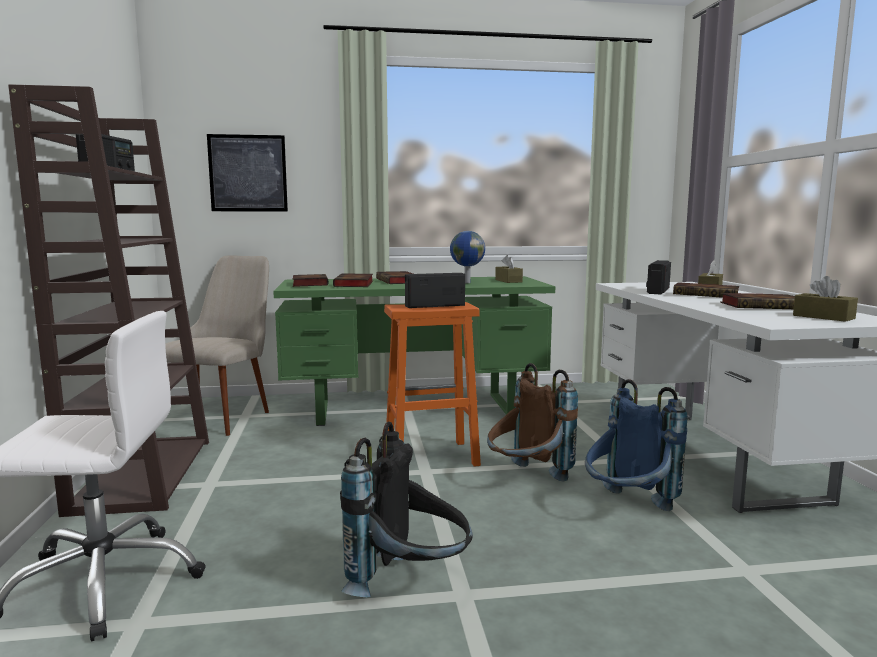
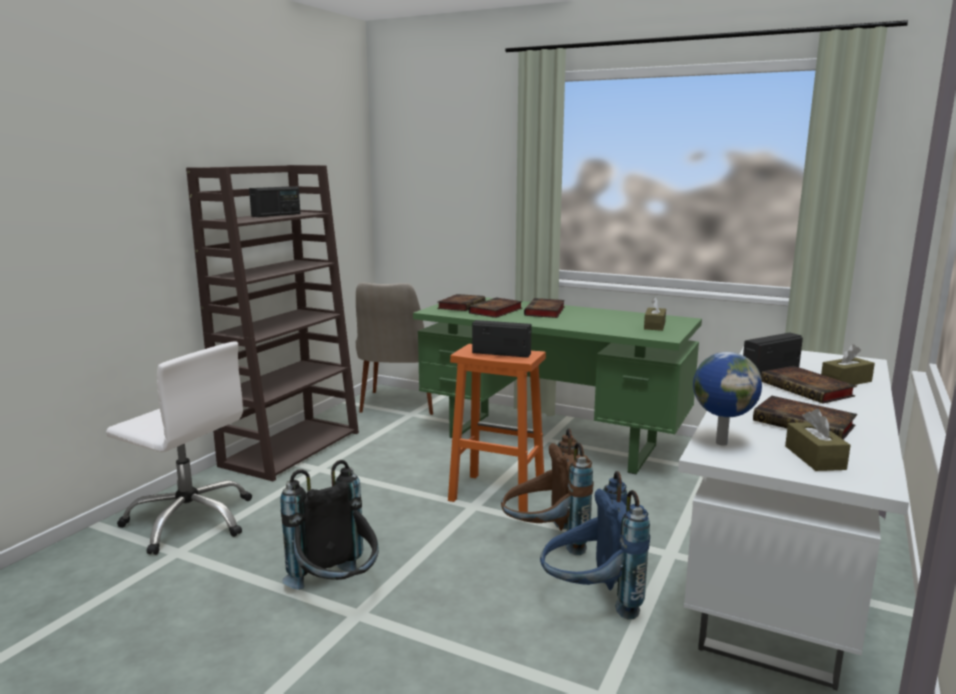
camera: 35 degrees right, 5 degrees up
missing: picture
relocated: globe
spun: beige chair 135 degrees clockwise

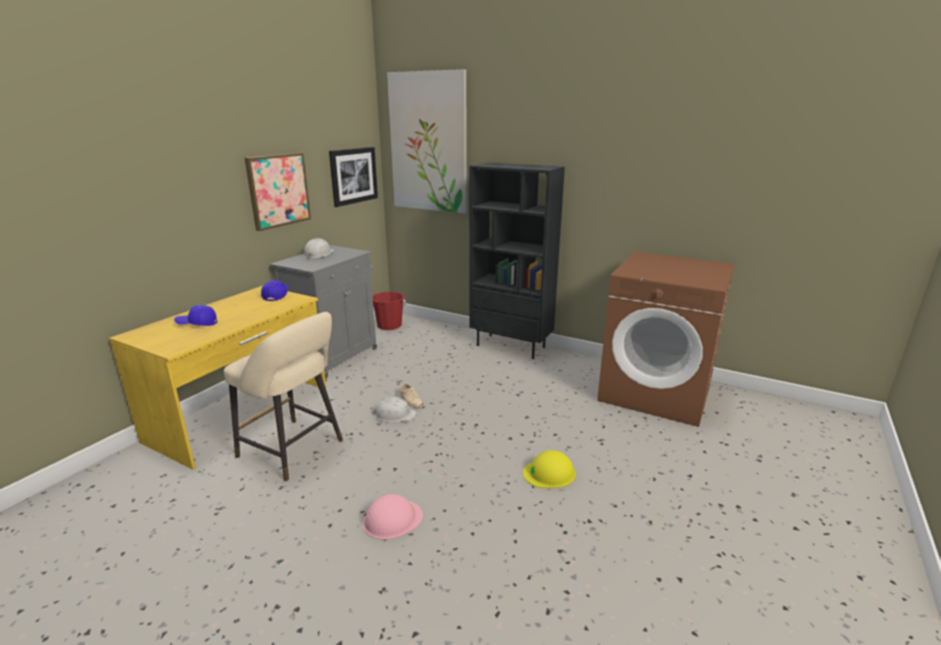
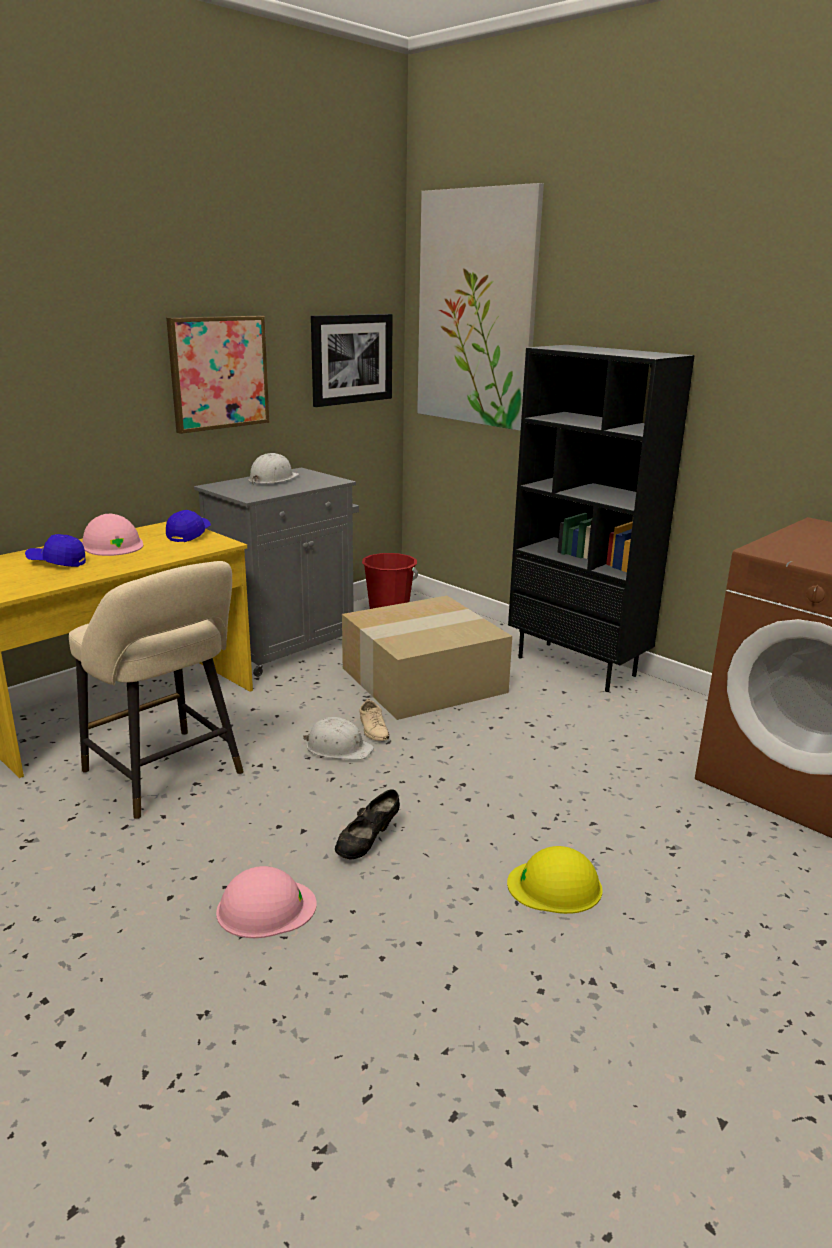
camera: 15 degrees right, 0 degrees up
appeared: pink hard hat (no. 1 from left); black shoe; cardboard box

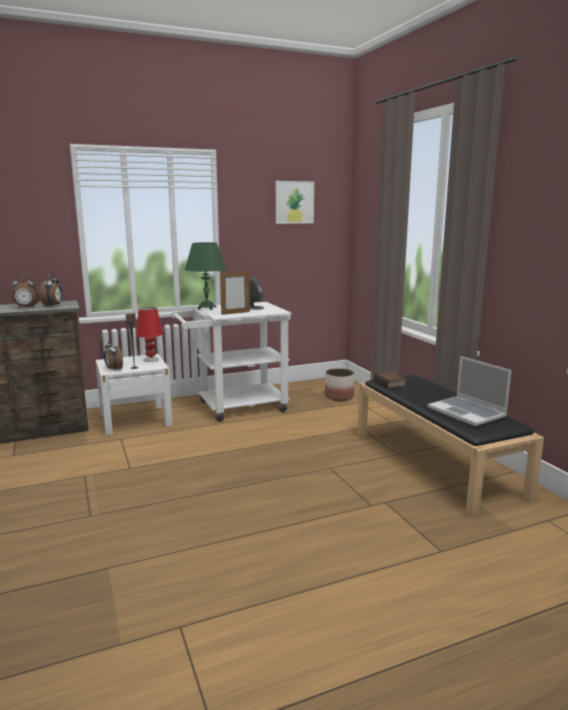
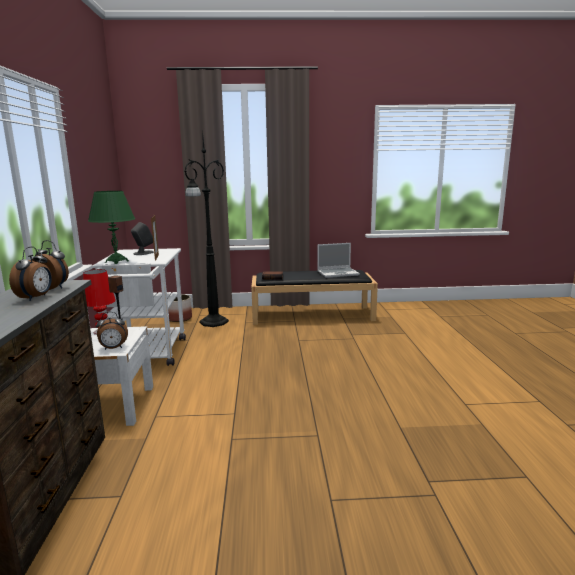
camera: 70 degrees left, 0 degrees up
missing: picture
appeared: black floor lamp

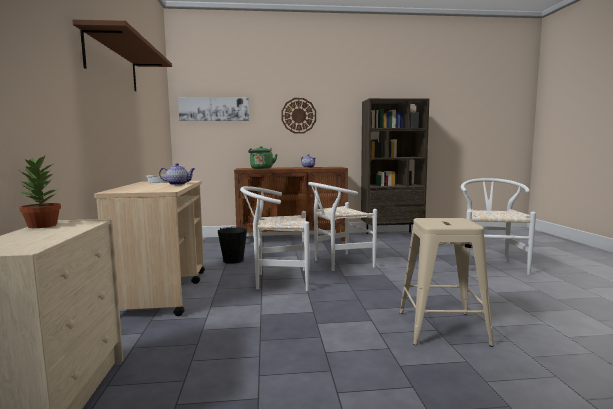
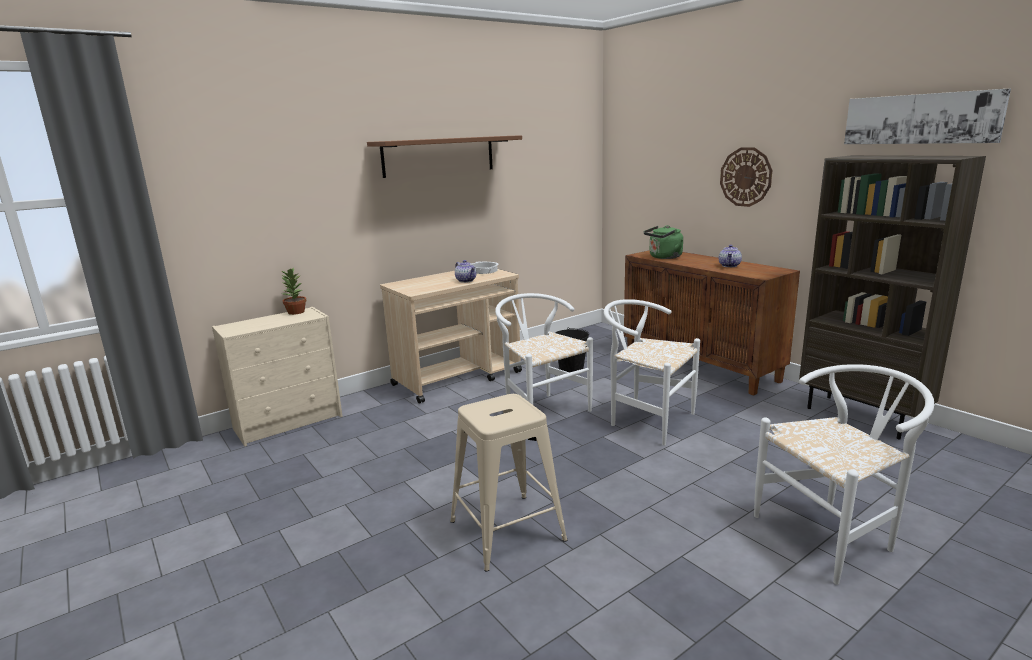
camera: 60 degrees right, 10 degrees up
relocated: picture

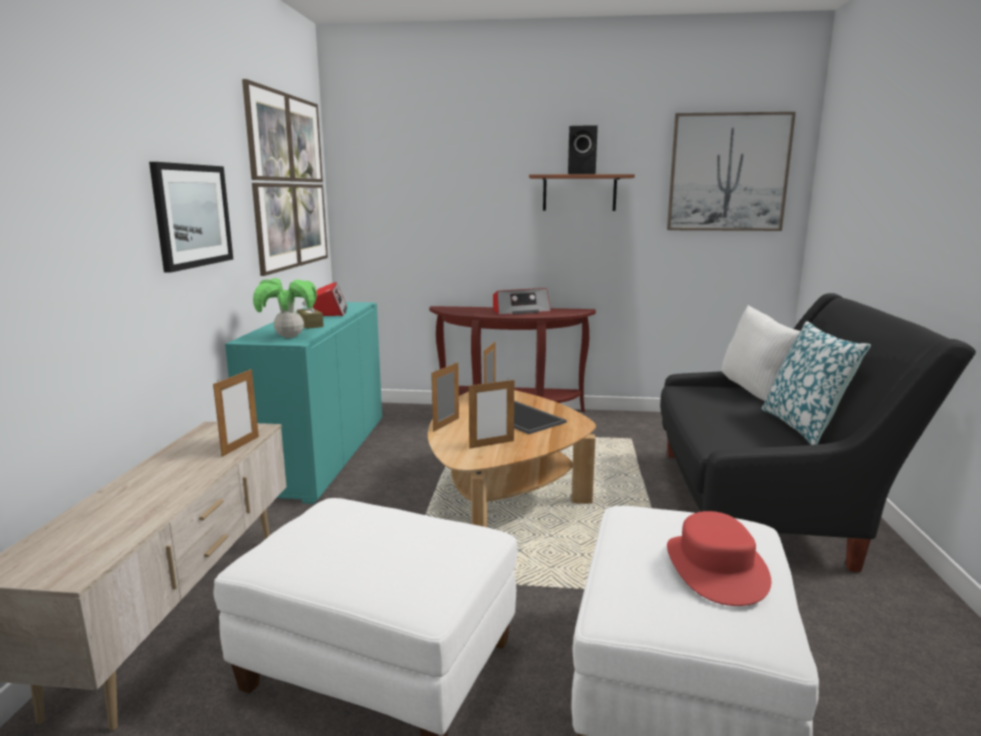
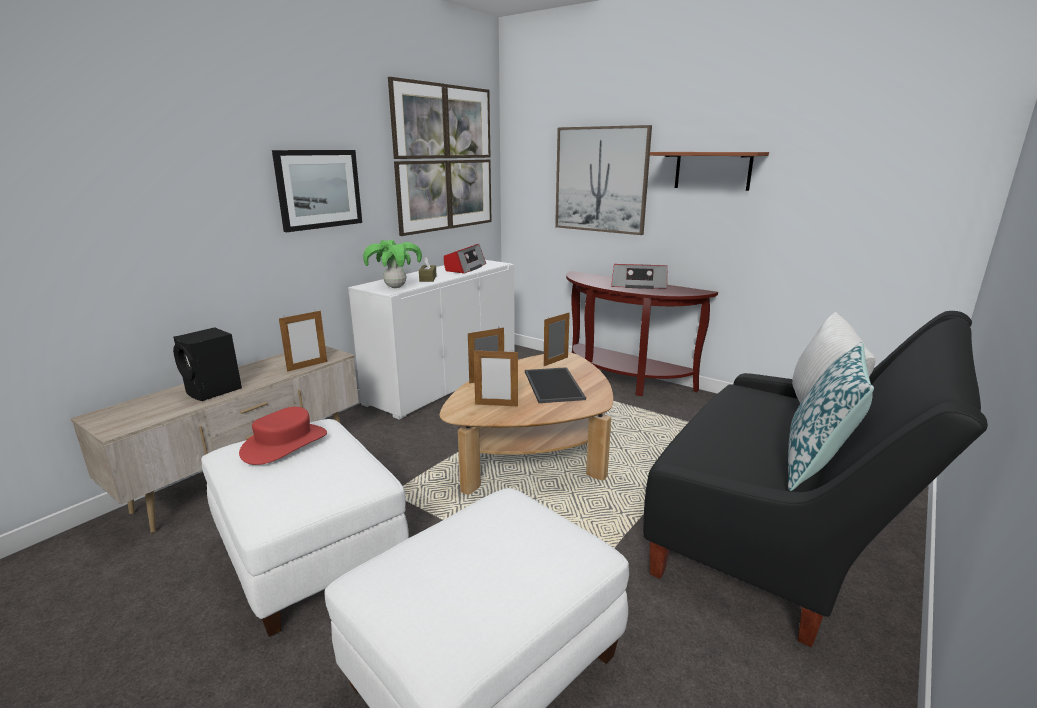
camera: 30 degrees right, 5 degrees up
relocated: black speaker; picture (no. 3 from left); red hat
colour: turquoise cabinet to white cabinet

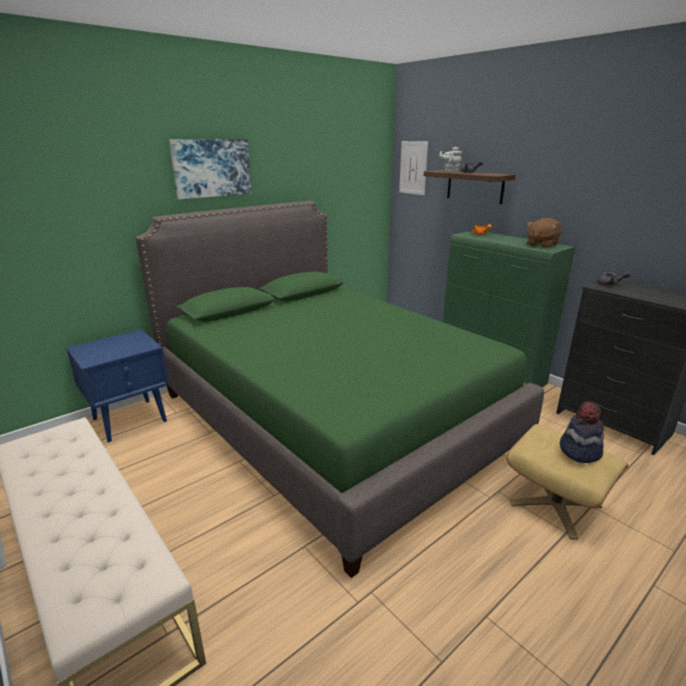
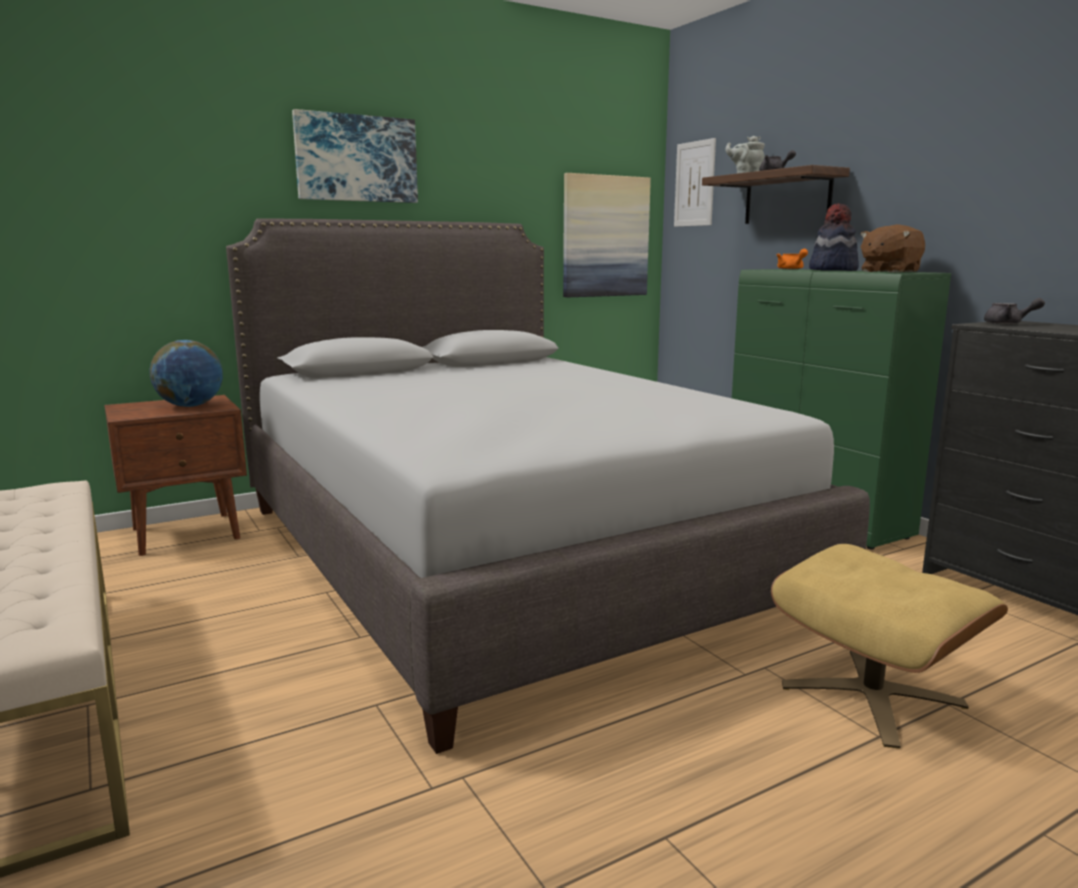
camera: 10 degrees right, 10 degrees down
appeared: globe; picture (no. 2 from left)
relocated: hat
colour: blue nightstand to brown nightstand; green bed to grey bed

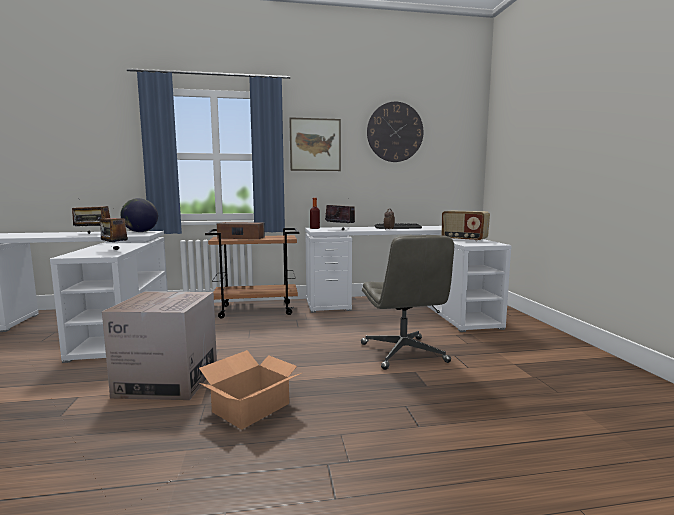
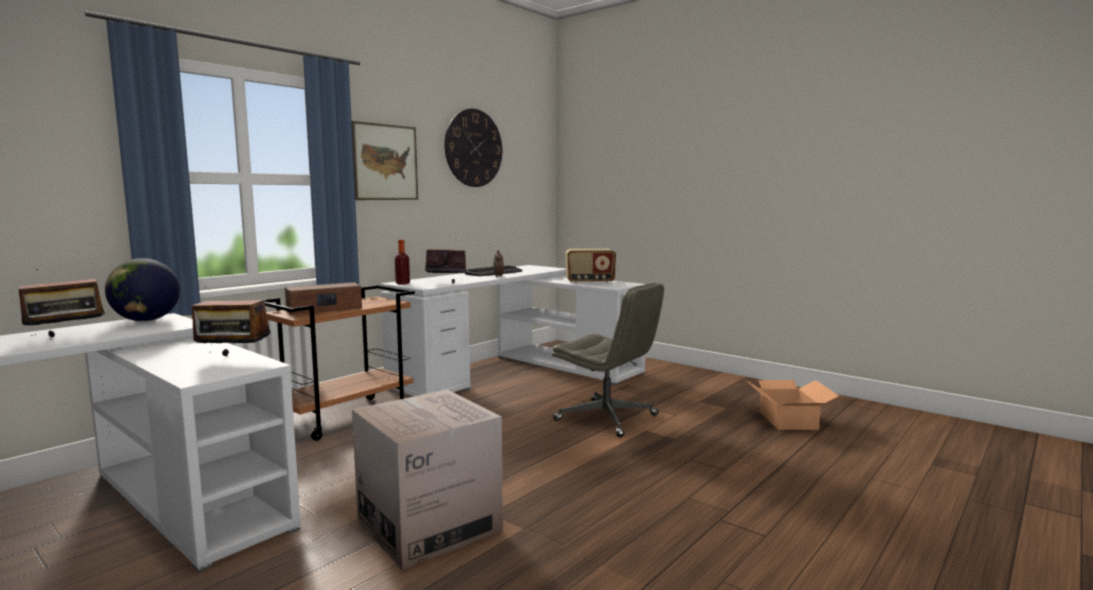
camera: 40 degrees left, 0 degrees up
relocated: cardboard box (no. 2 from left)

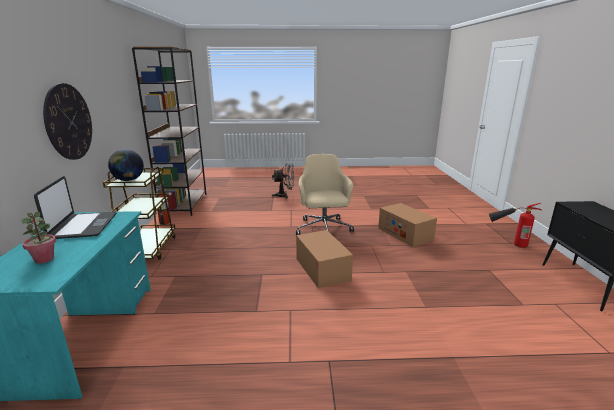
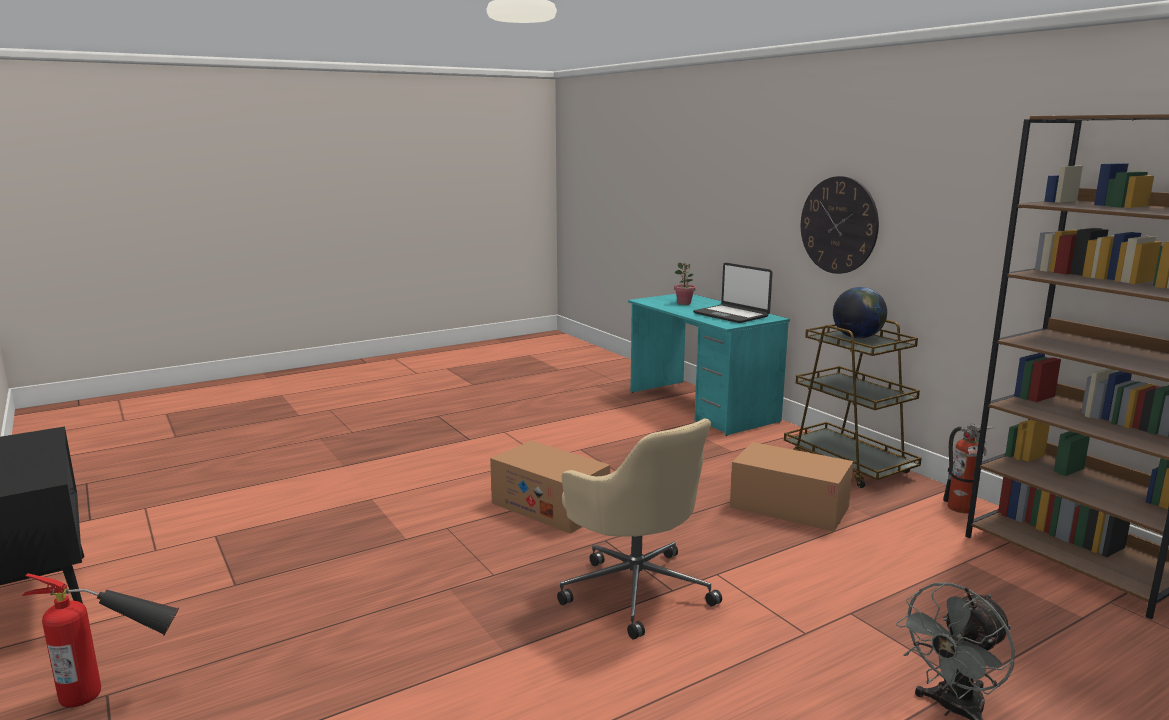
camera: 150 degrees right, 5 degrees down
relocated: cardboard box (no. 2 from left)

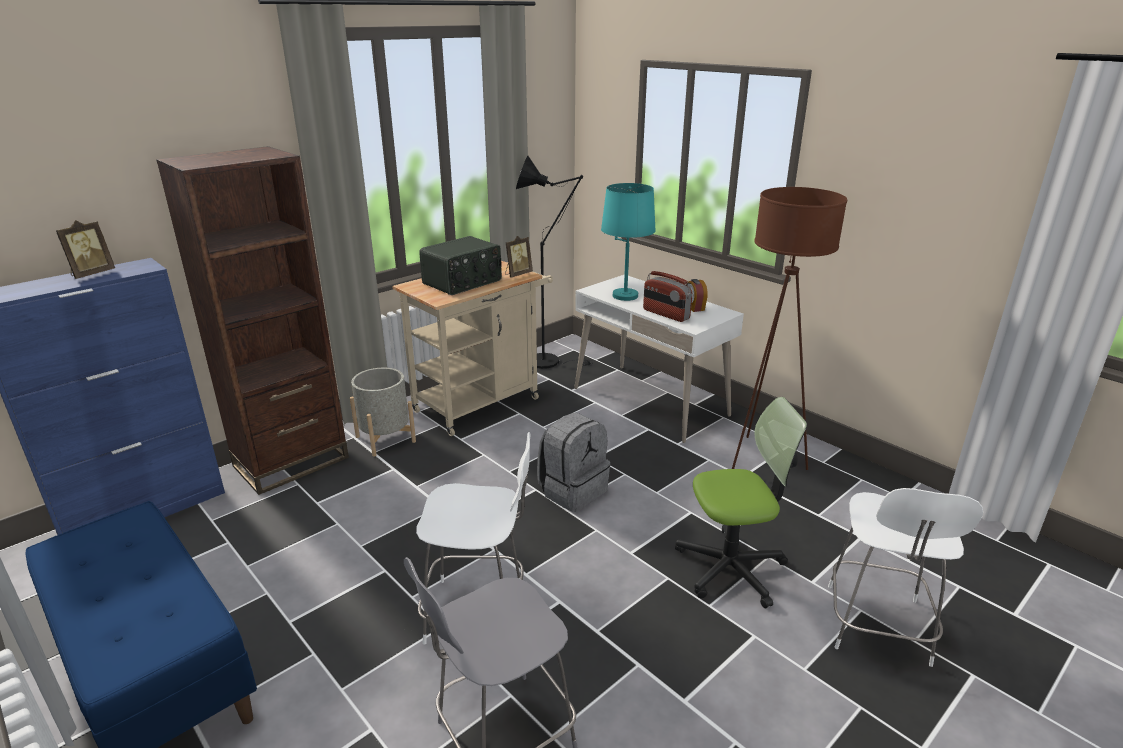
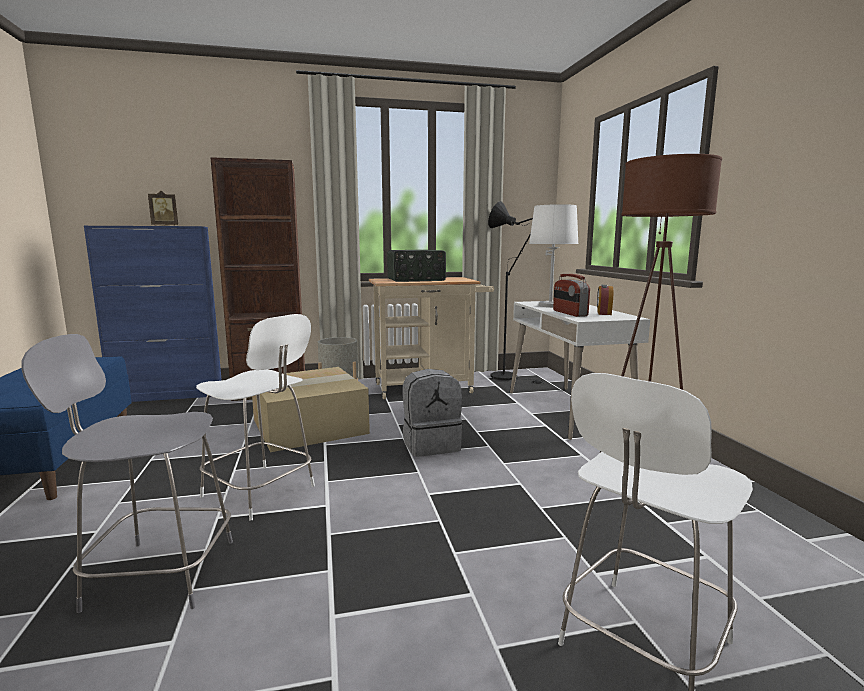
camera: 30 degrees right, 15 degrees down
missing: picture frame (no. 2 from left); office chair
appeared: cardboard box
colour: turquoise table lamp to white table lamp

